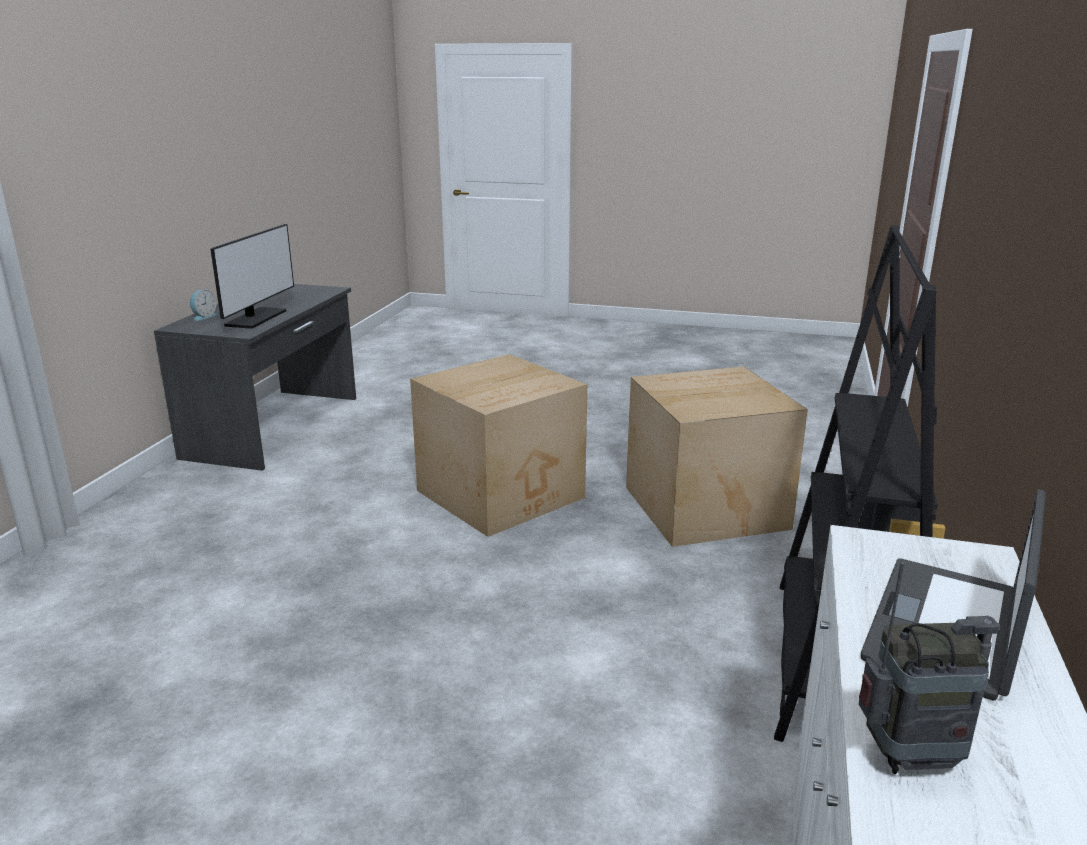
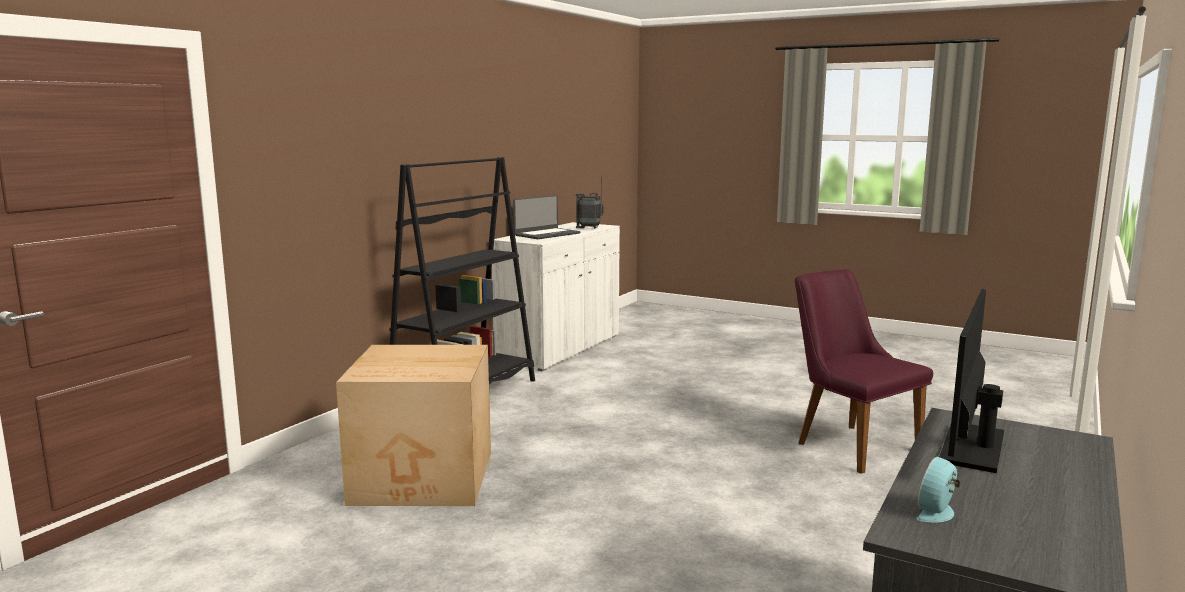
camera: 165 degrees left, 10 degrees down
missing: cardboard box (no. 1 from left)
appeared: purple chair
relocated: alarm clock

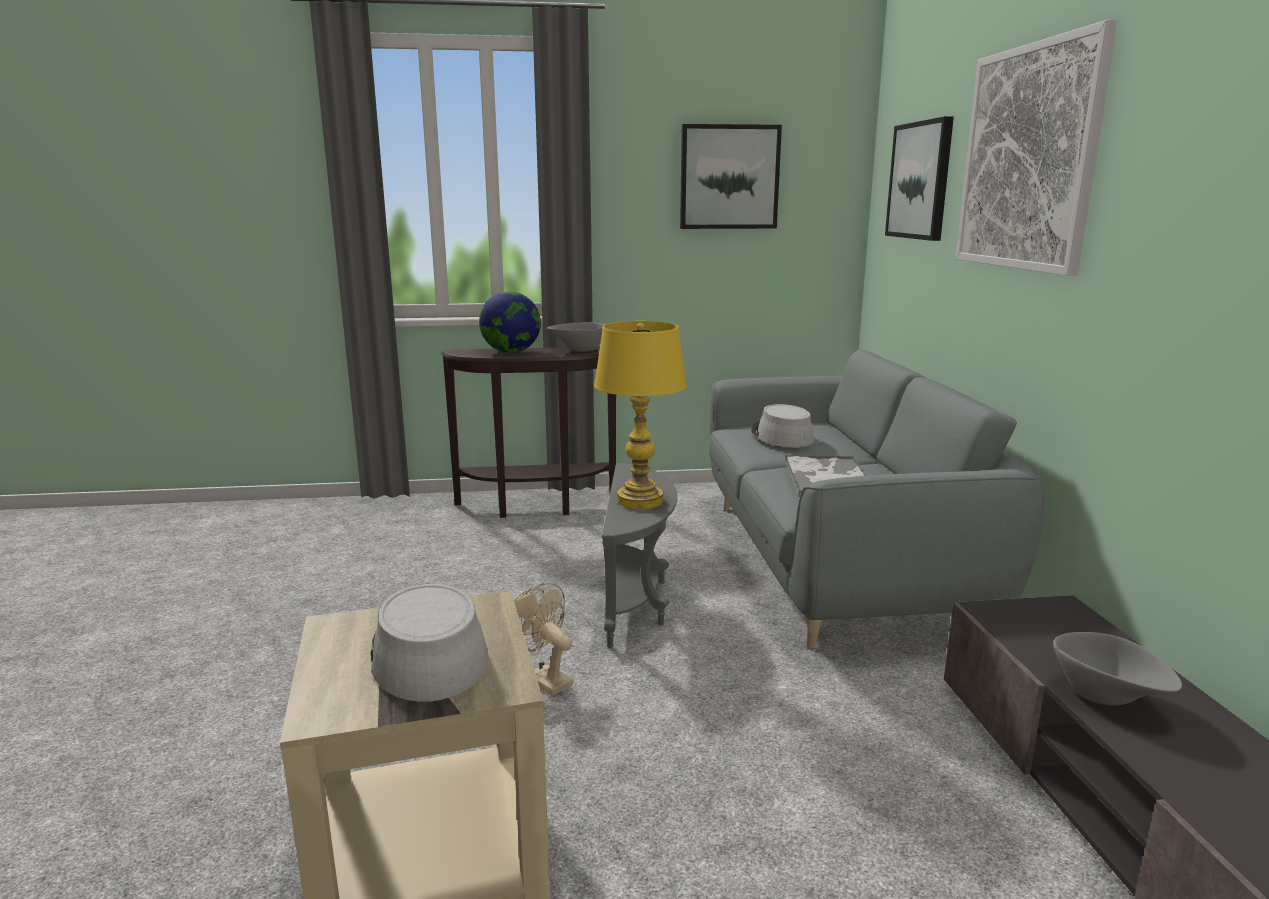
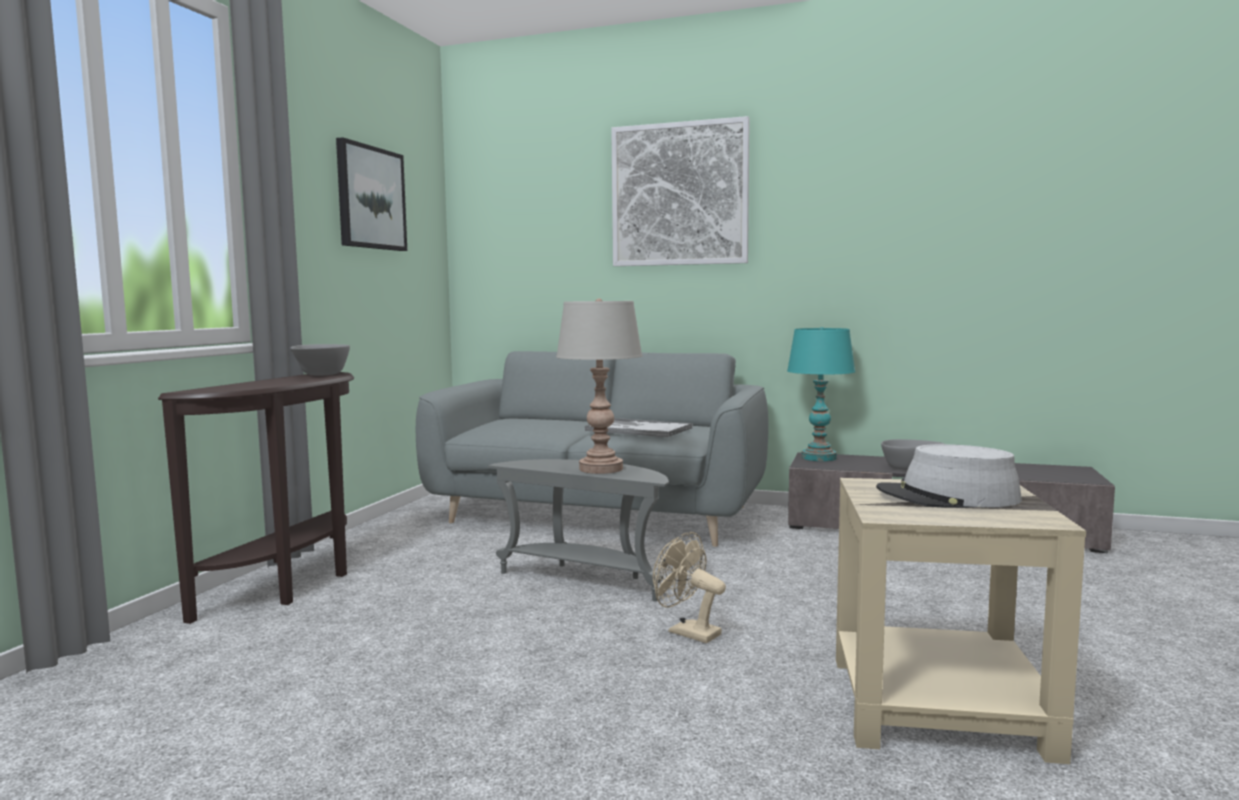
camera: 65 degrees left, 10 degrees down
missing: globe; grey hat (no. 2 from left); picture (no. 2 from left)
appeared: turquoise table lamp
colour: yellow table lamp to grey table lamp
spun: beige fan 60 degrees clockwise

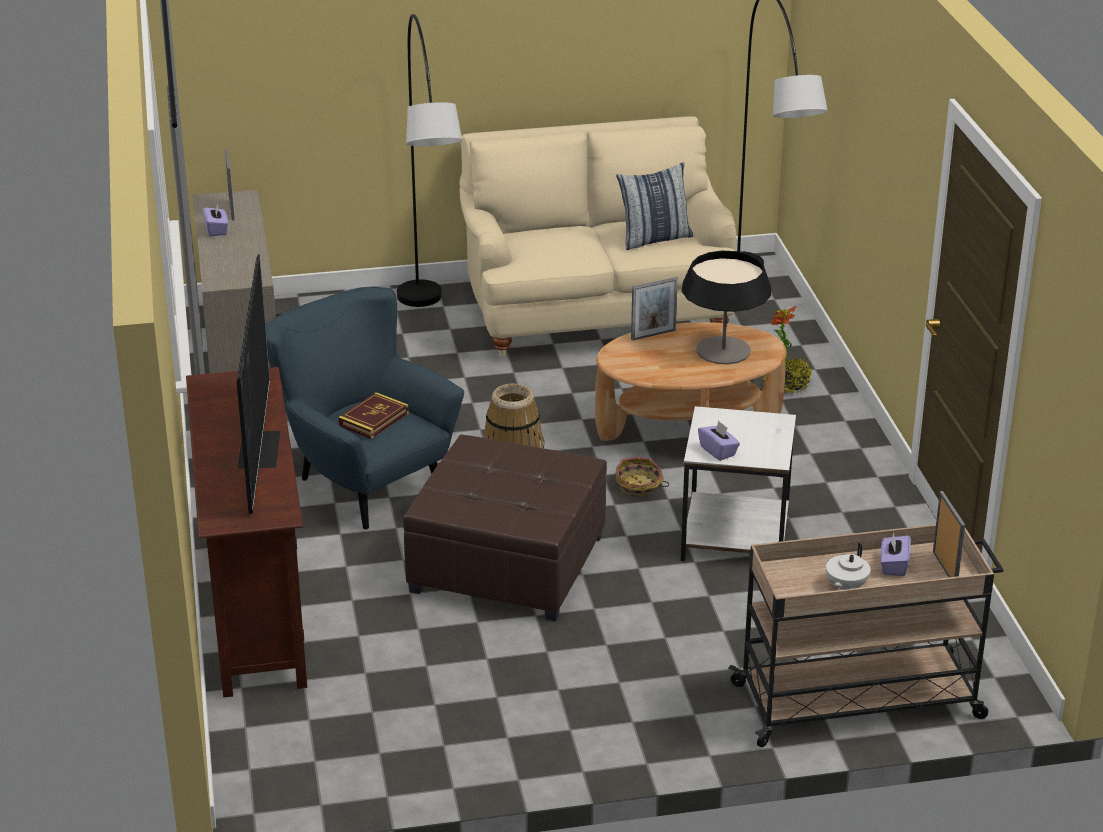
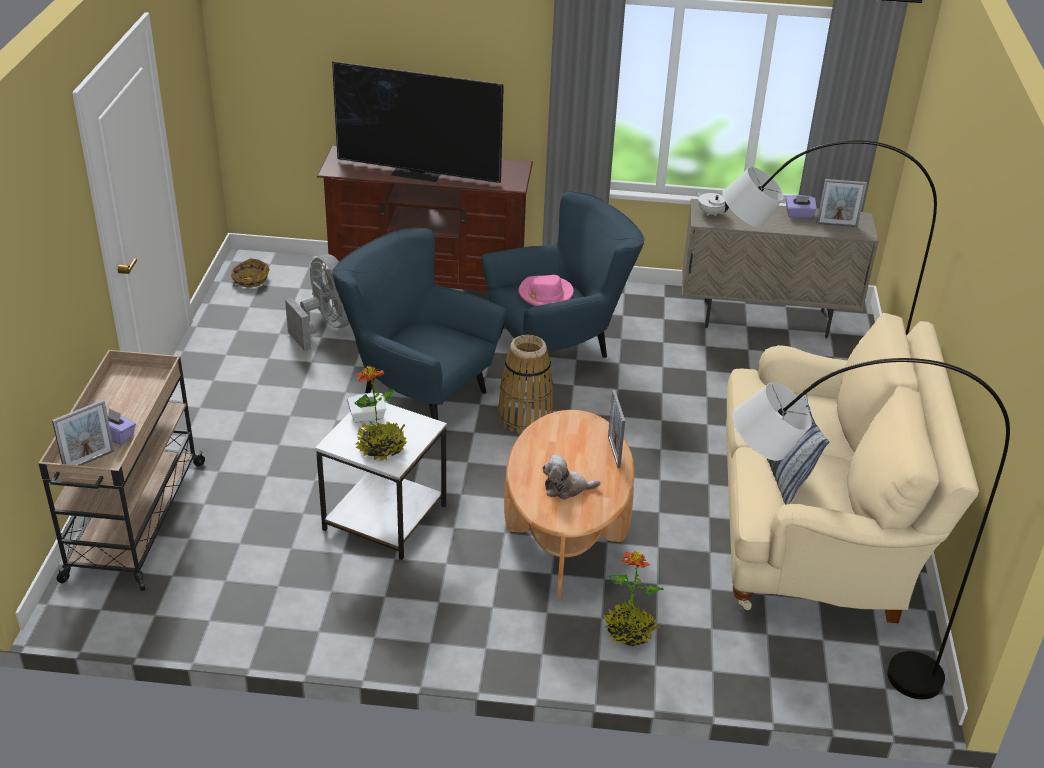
camera: 105 degrees right, 5 degrees up
appeared: grey fan; potted plant (no. 1 from left)
relocated: basket (no. 2 from left in the first image) to basket (no. 1 from left); white teapot
exchanged: book to pink hat; brown ottoman to blue armchair (no. 1 from left); table lamp to plush toy
colour: purple tissue box (no. 2 from left) to white tissue box
spun: picture frame (no. 3 from left in the first image) 45 degrees counterclockwise

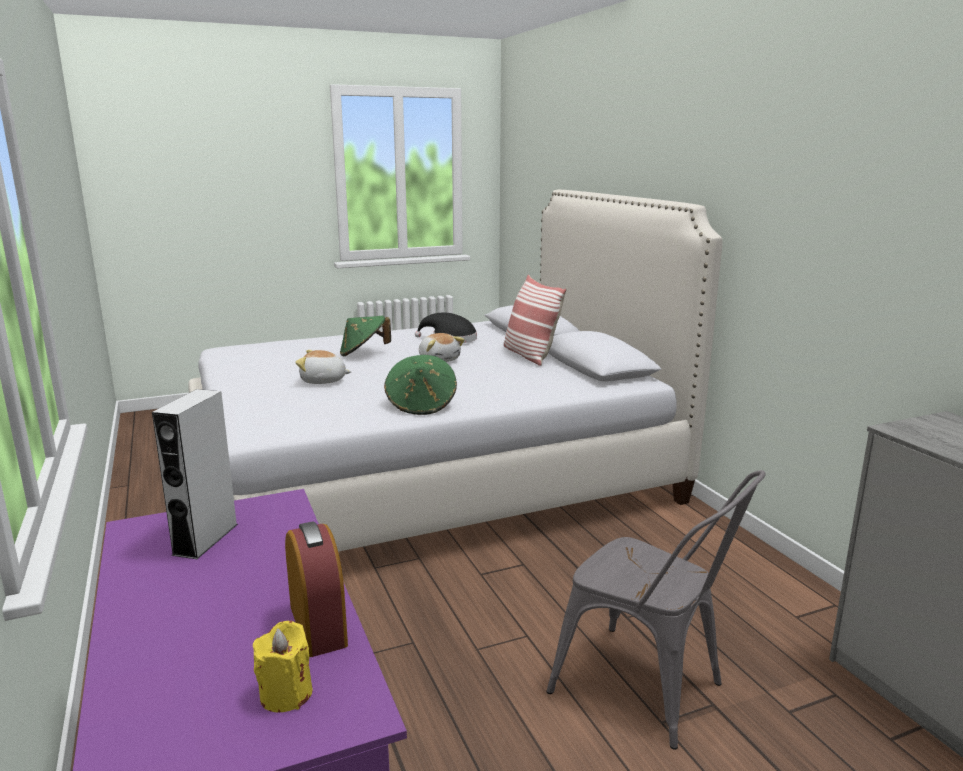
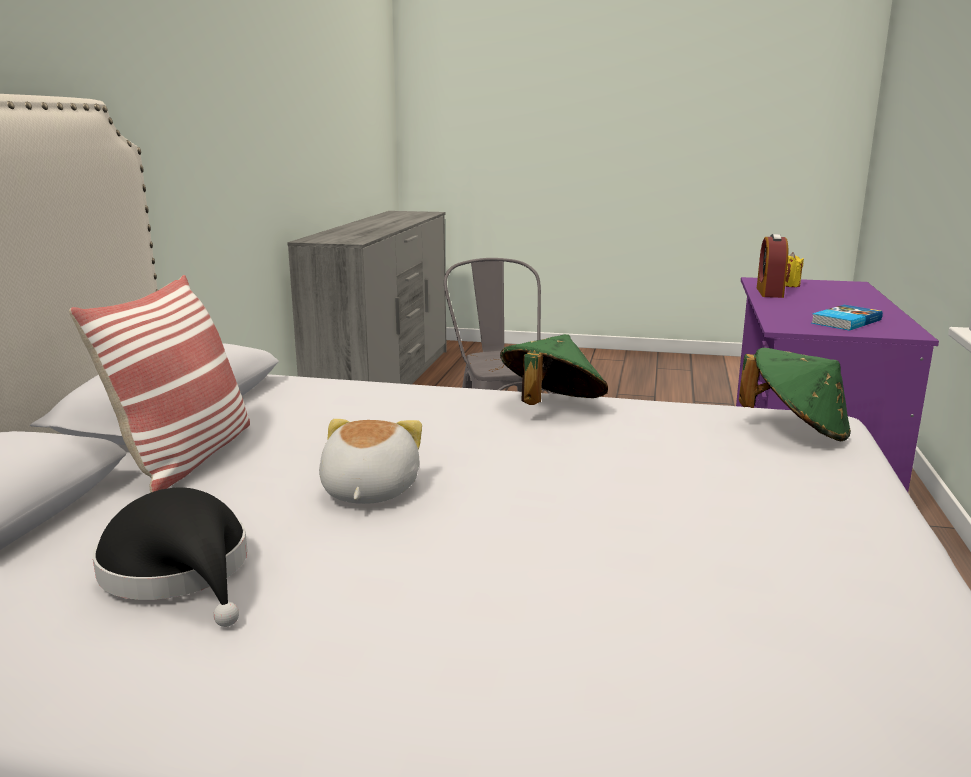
camera: 145 degrees left, 0 degrees up
missing: plush toy (no. 1 from left)
relocated: green hat (no. 1 from left in the first image) to green hat (no. 2 from left)
exchanged: grey speaker to book

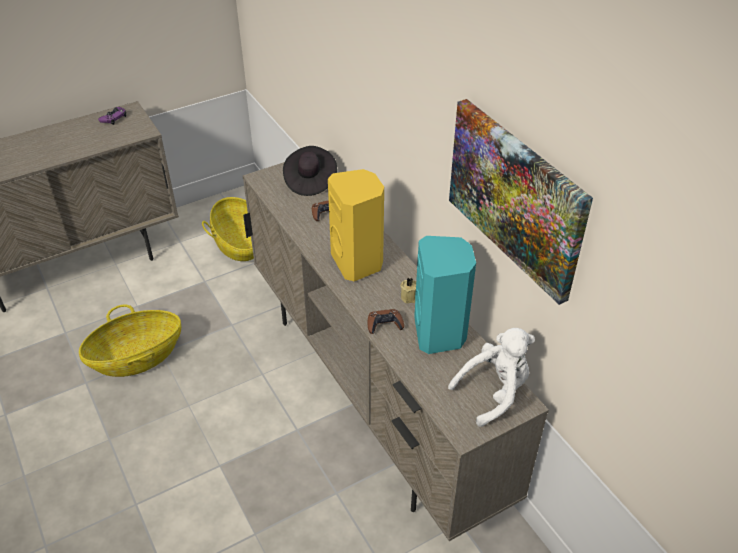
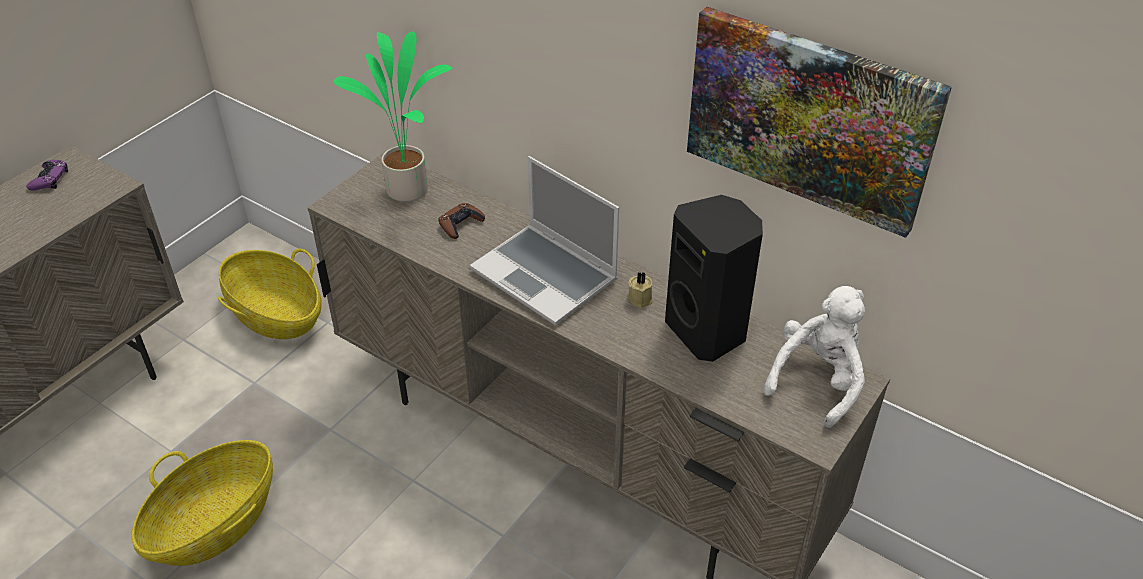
camera: 25 degrees left, 0 degrees up
missing: brown game controller (no. 2 from left)
exchanged: black hat to potted plant; yellow speaker to laptop
colour: turquoise speaker to black speaker

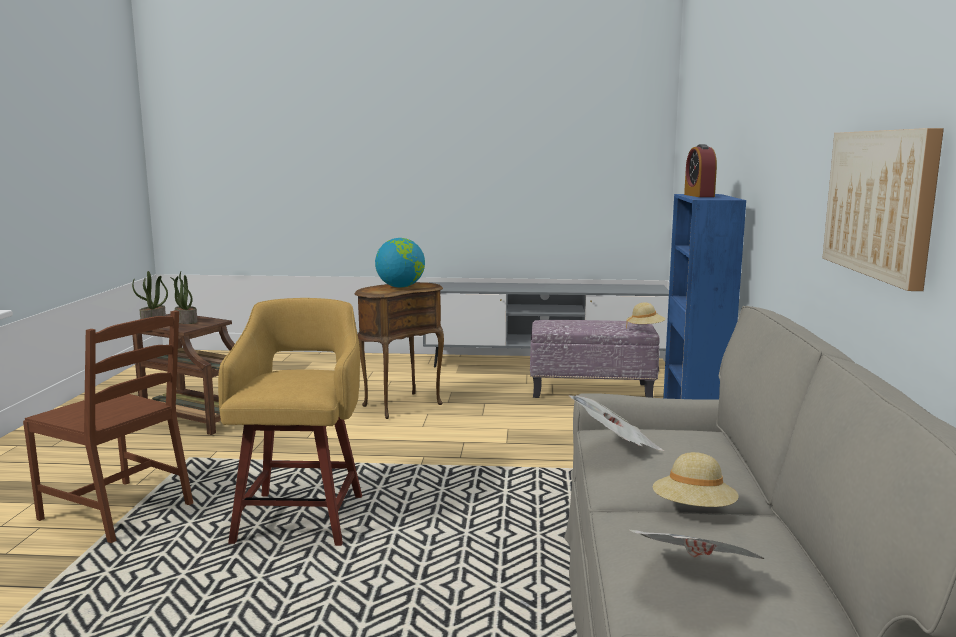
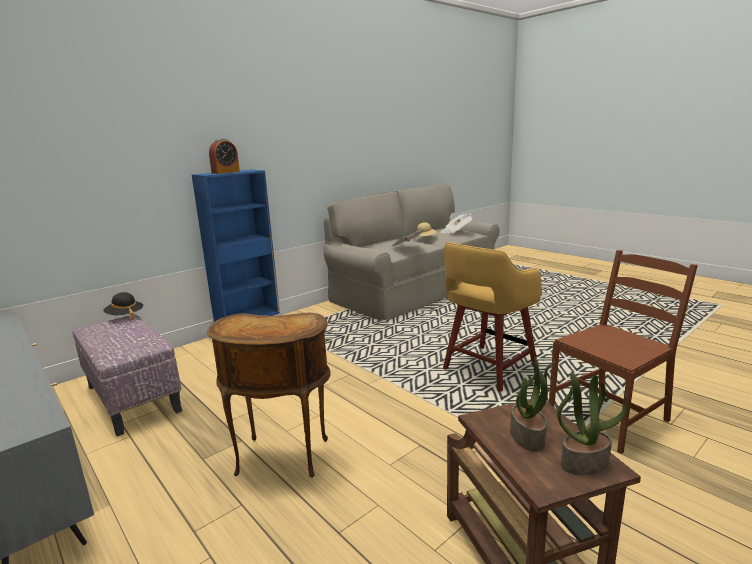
camera: 135 degrees left, 5 degrees up
missing: globe; picture
colour: beige hat (no. 1 from left) to black hat
spun: brown chair 75 degrees clockwise

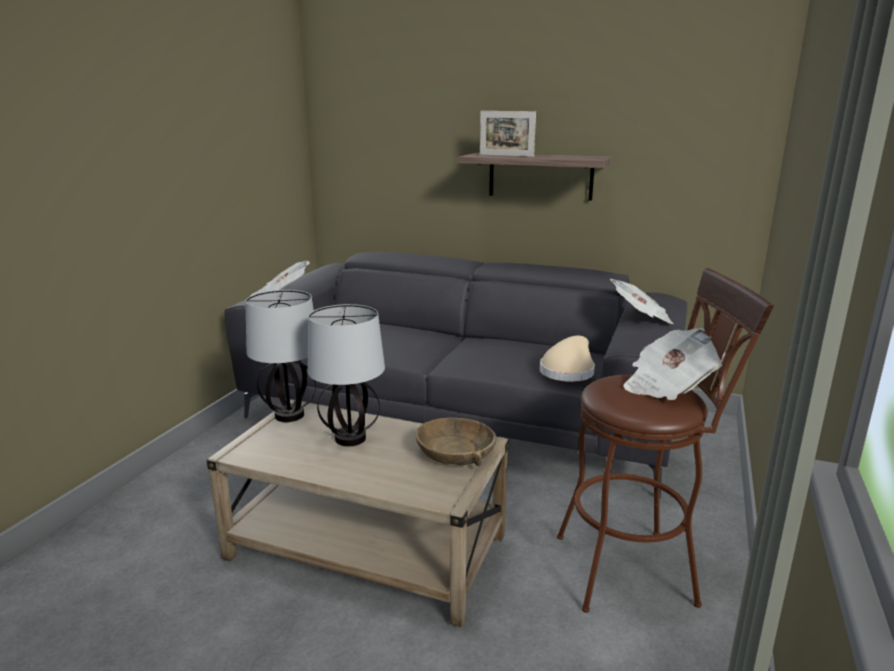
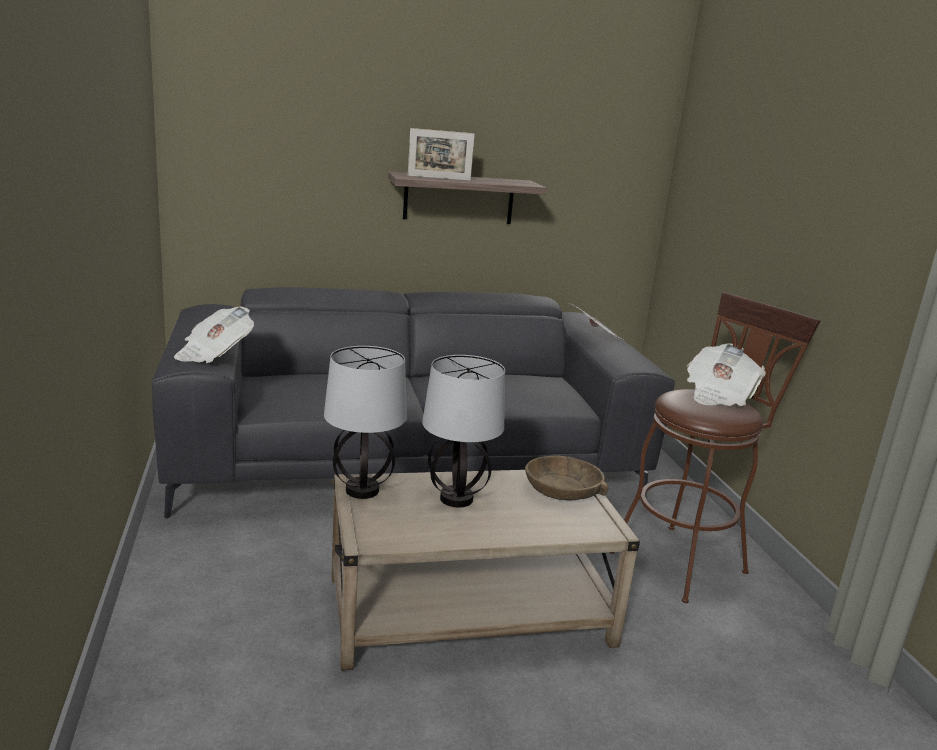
camera: 35 degrees left, 0 degrees up
missing: beige hat

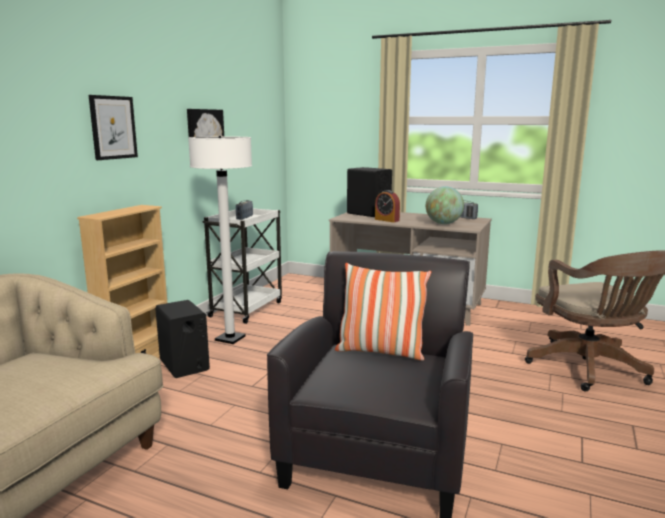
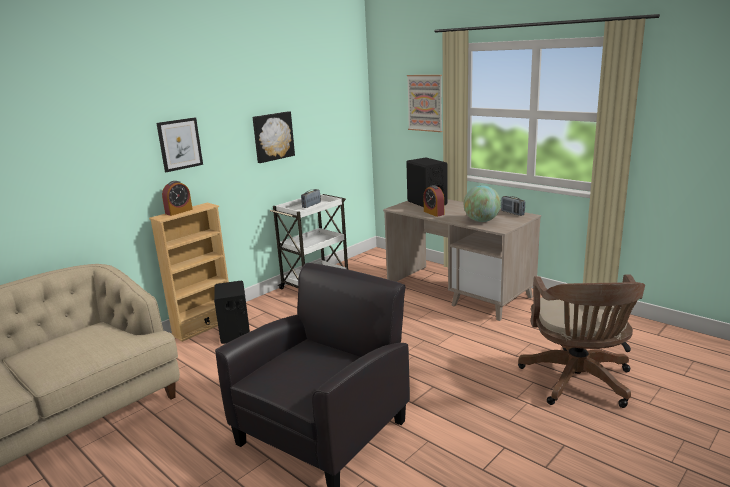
camera: 20 degrees right, 5 degrees up
missing: white floor lamp; pillow
appeared: alarm clock (no. 1 from left); picture (no. 3 from left)

